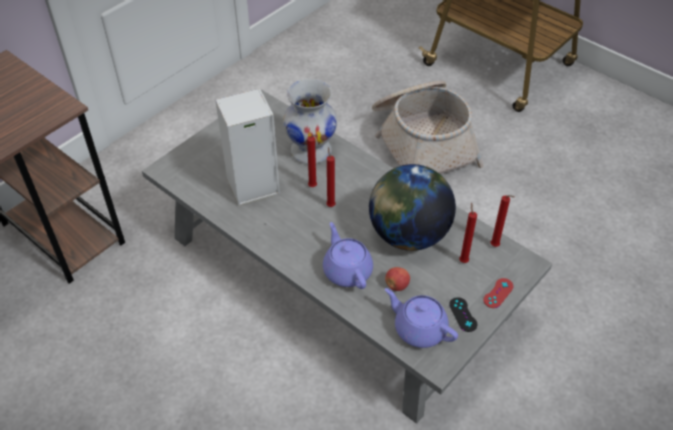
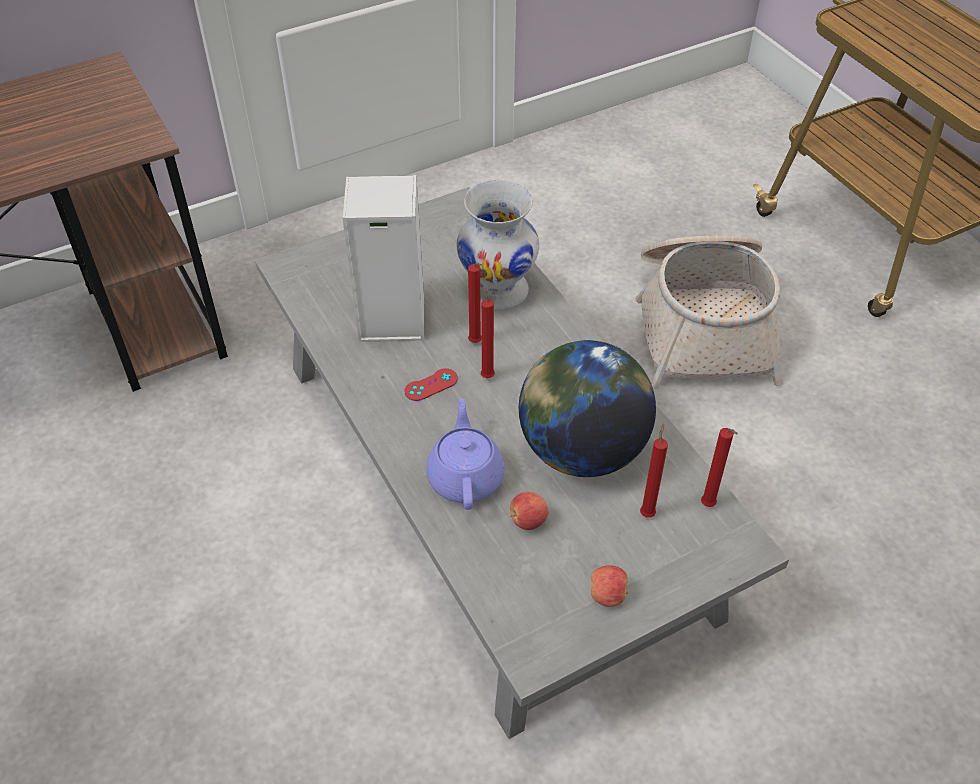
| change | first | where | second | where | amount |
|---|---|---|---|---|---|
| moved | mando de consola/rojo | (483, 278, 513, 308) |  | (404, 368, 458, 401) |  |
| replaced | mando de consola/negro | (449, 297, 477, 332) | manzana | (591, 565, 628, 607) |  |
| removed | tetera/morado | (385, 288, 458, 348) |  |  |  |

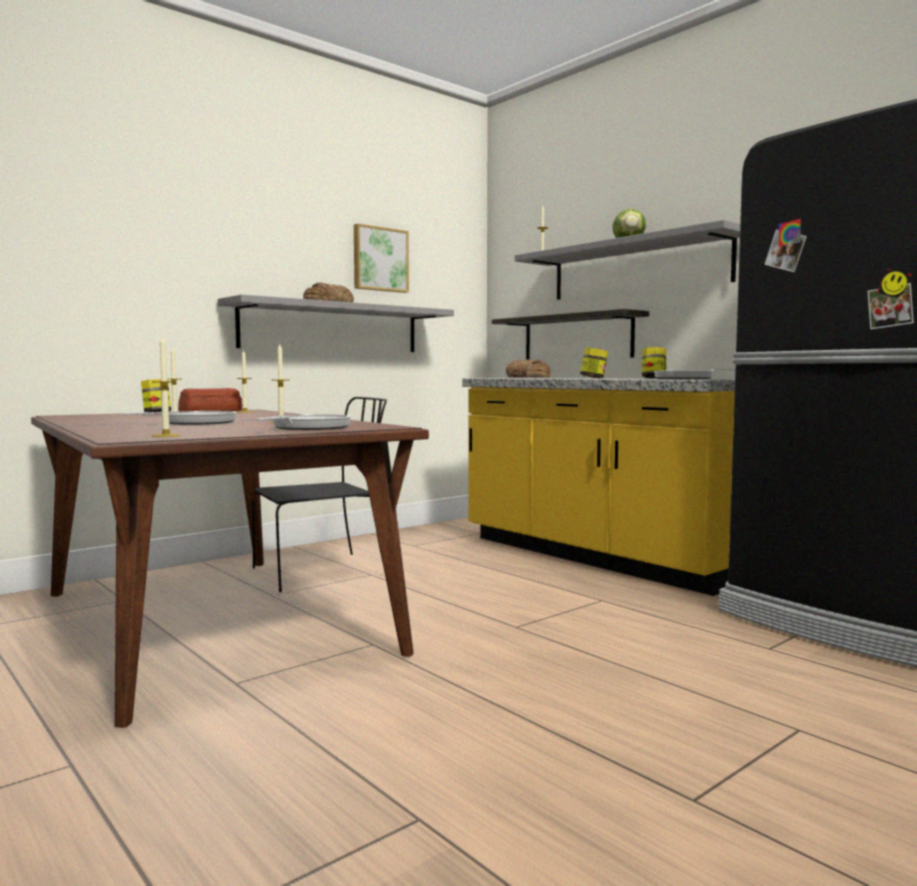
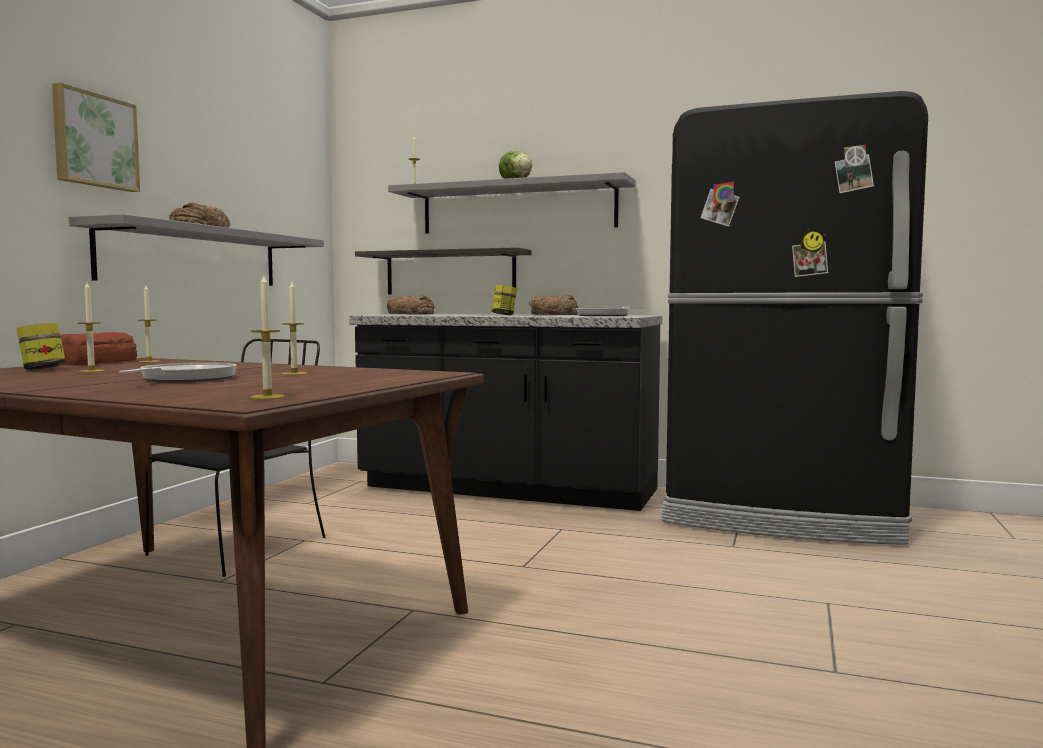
| change | first | where | second | where | amount |
|---|---|---|---|---|---|
| moved | cuadro | (354, 224, 409, 293) |  | (52, 83, 140, 192) |  |
| recoloured | mueble bajo de cocina/amarillo | (462, 378, 735, 596) | mueble bajo de cocina/negro | (349, 314, 662, 511) |  |
| replaced | tarro | (642, 347, 666, 378) | pan | (529, 295, 578, 315) |  |
| removed | sartén | (256, 414, 351, 430) |  |  |  |

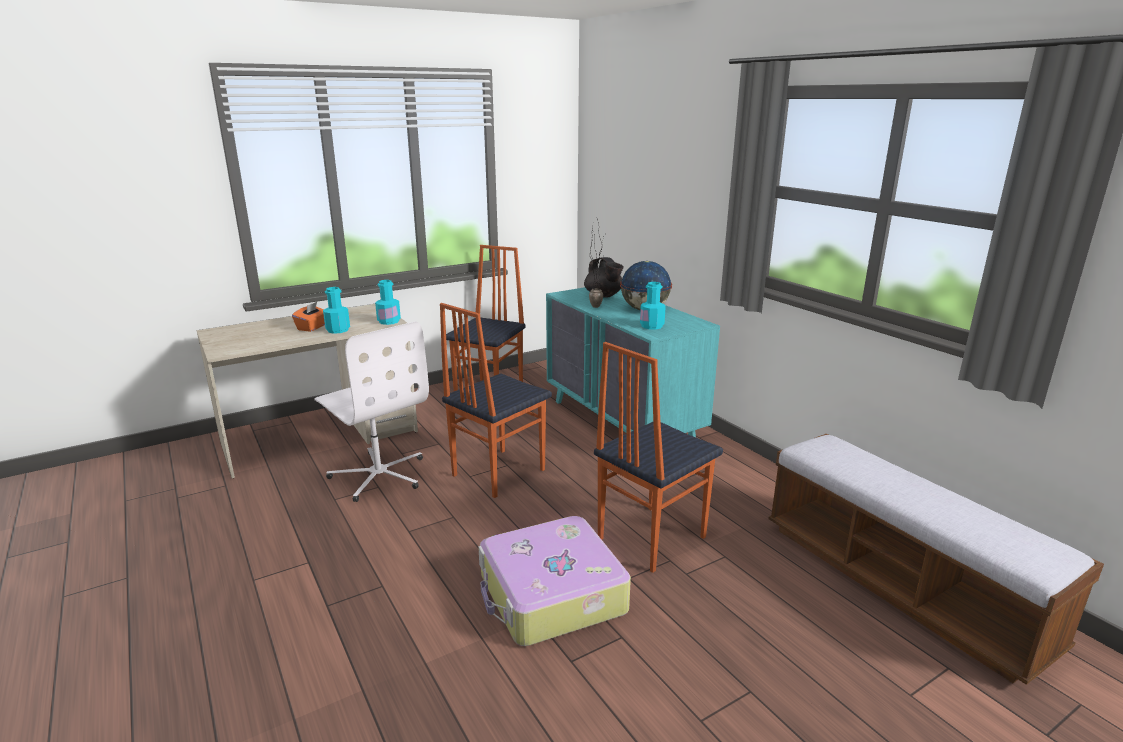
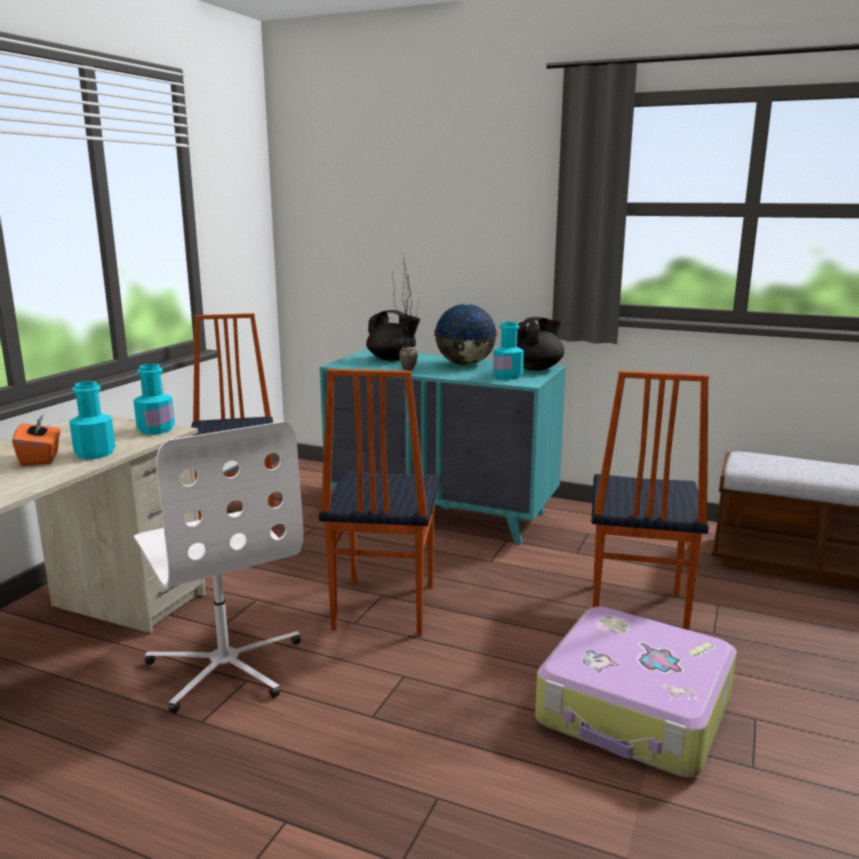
| change | first | where | second | where | amount |
|---|---|---|---|---|---|
| turned | silla de oficina/blanco | (314, 321, 429, 502) |  | (134, 421, 303, 713) | 45 degrees clockwise |
| added |  |  | tetera/negro | (517, 317, 564, 371) |  |

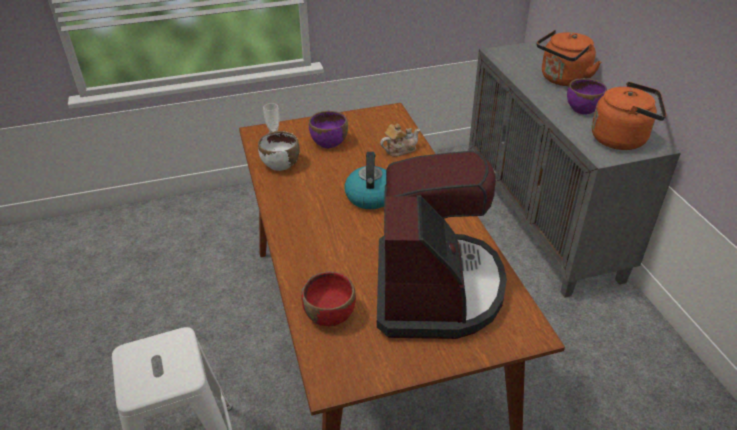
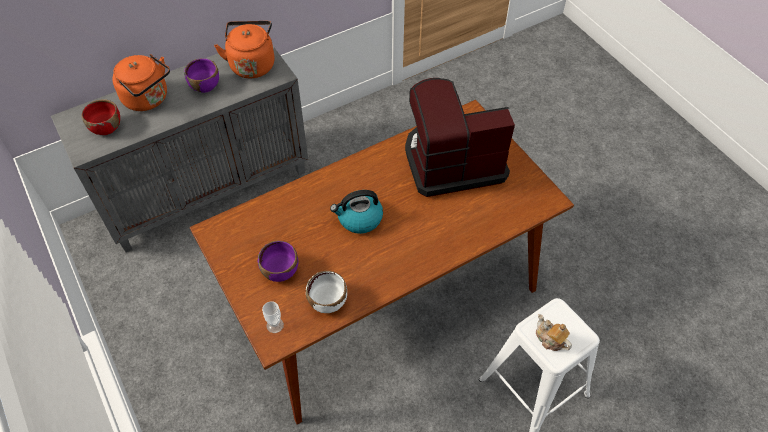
| change | first | where | second | where | amount |
|---|---|---|---|---|---|
| moved | cuenco/rojo | (301, 272, 356, 326) |  | (81, 99, 120, 135) |  |
| moved | tetera | (380, 124, 420, 157) |  | (536, 314, 572, 351) |  |

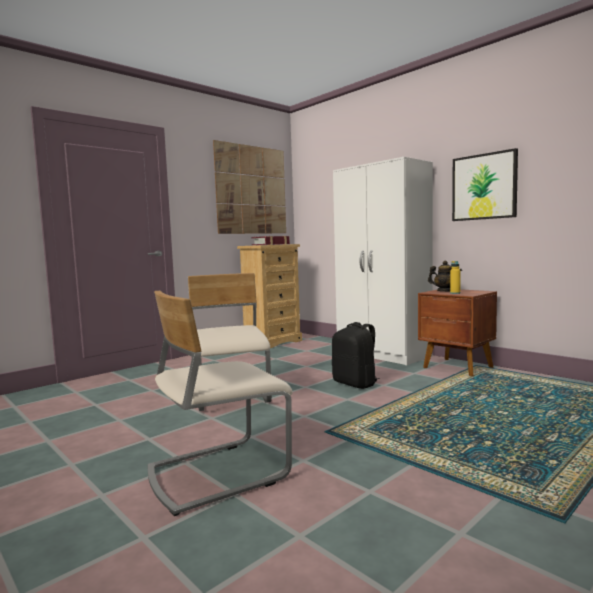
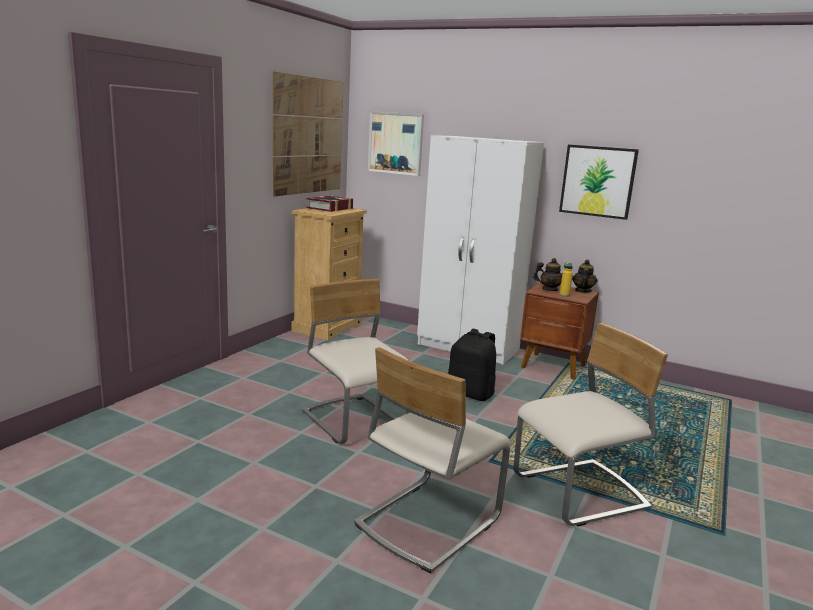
| change | first | where | second | where | amount |
|---|---|---|---|---|---|
| added |  |  | cuadro | (368, 111, 424, 176) |  |
| added |  |  | silla/beis | (513, 323, 668, 526) |  |
| added |  |  | tetera | (572, 259, 597, 293) |  |

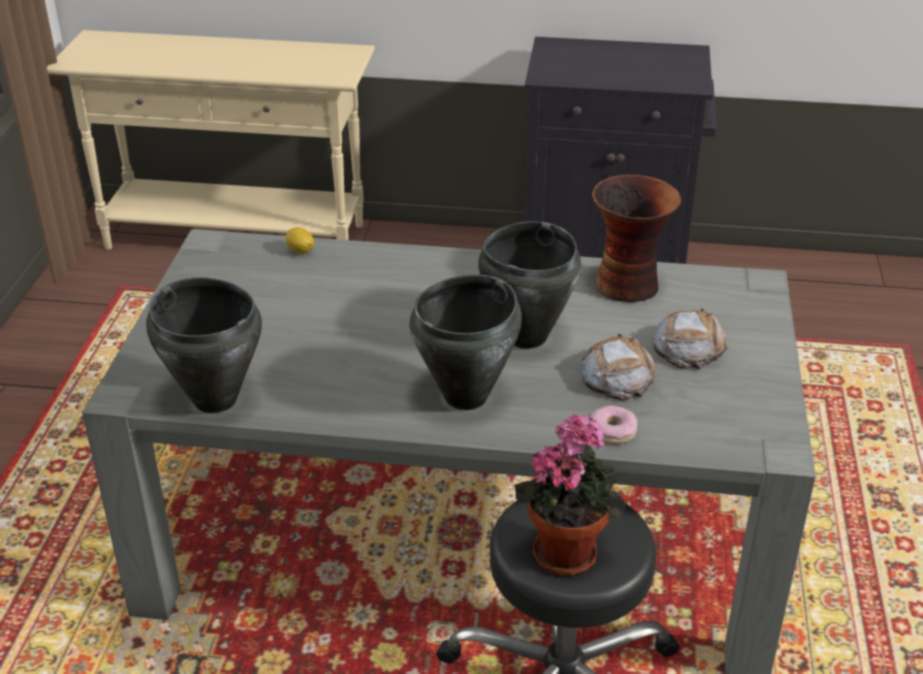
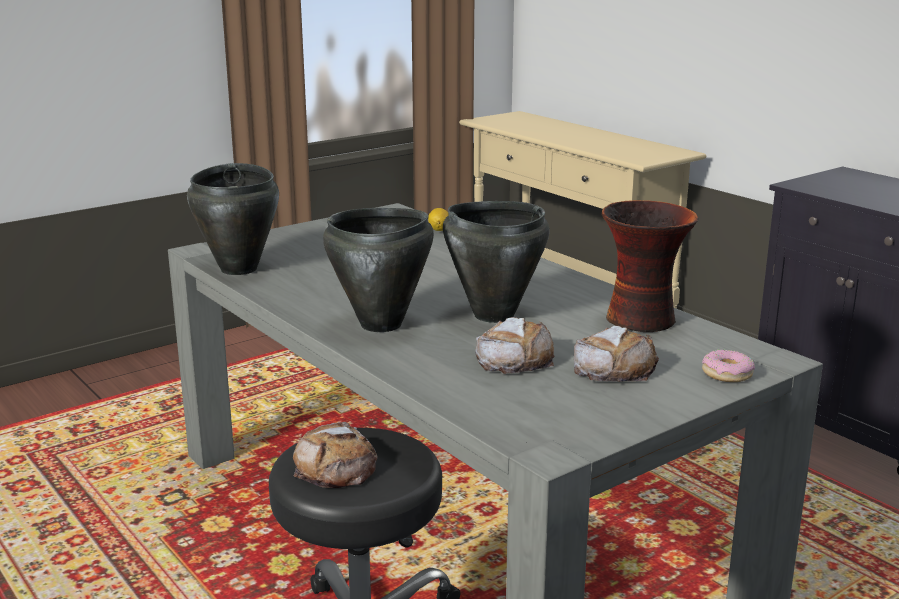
| change | first | where | second | where | amount |
|---|---|---|---|---|---|
| replaced | planta en maceta | (515, 413, 625, 576) | pan | (293, 422, 378, 488) |  |
| moved | rosquilla | (590, 406, 637, 444) |  | (702, 350, 755, 382) |  |

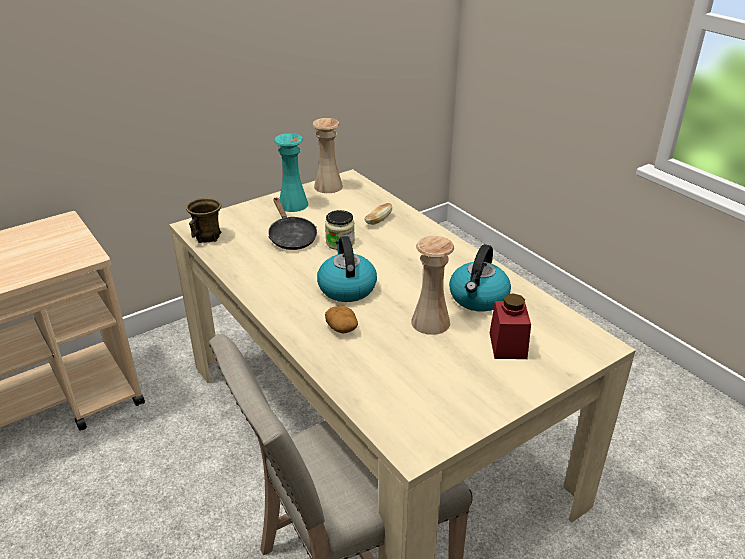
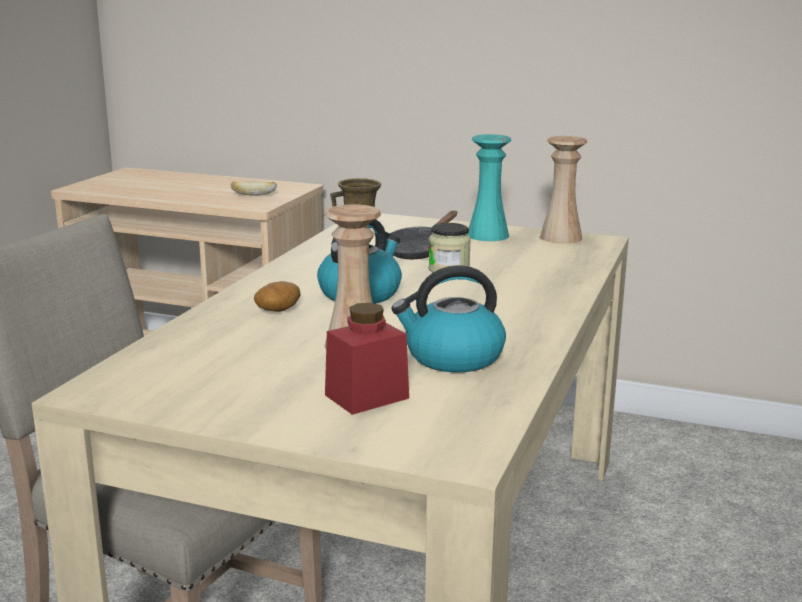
| change | first | where | second | where | amount |
|---|---|---|---|---|---|
| moved | pan | (365, 203, 392, 225) |  | (230, 181, 277, 196) |  |

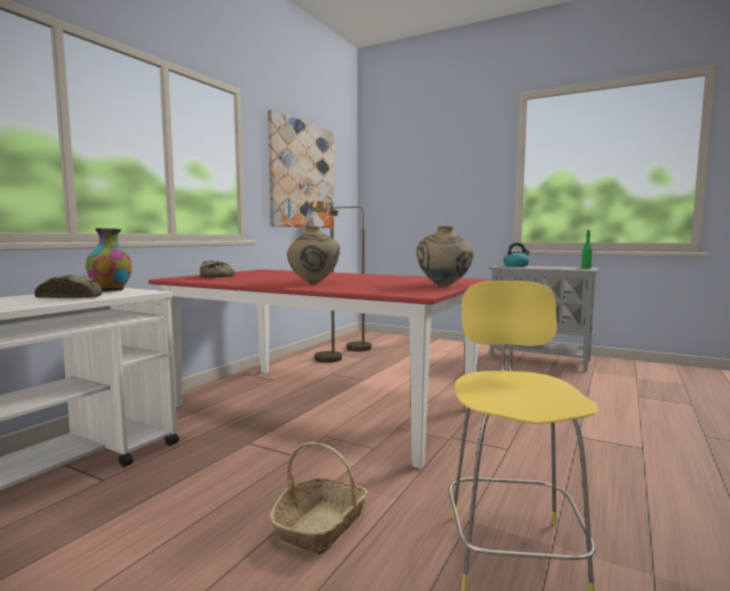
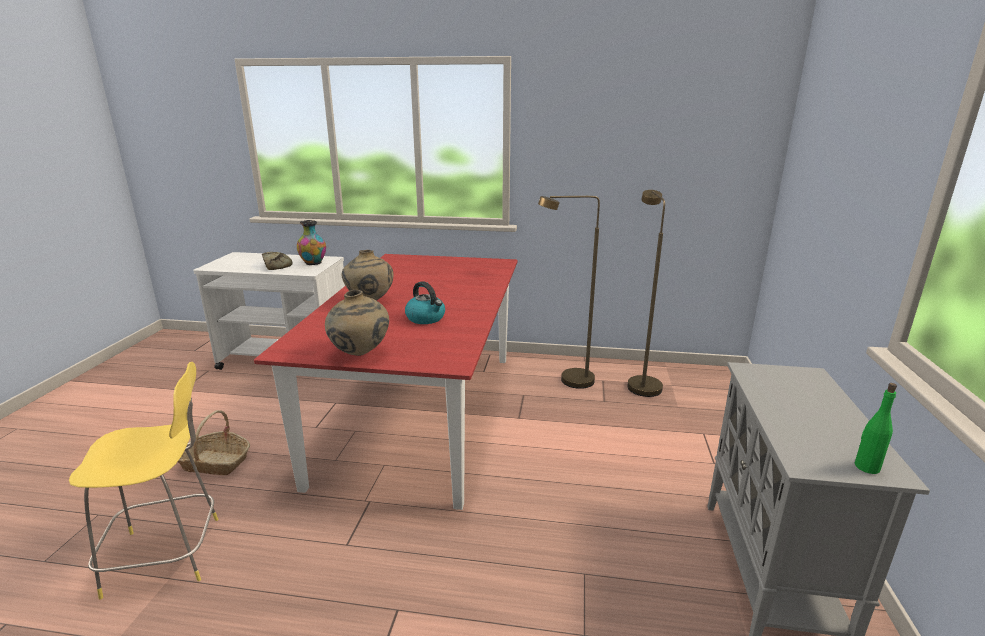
| change | first | where | second | where | amount |
|---|---|---|---|---|---|
| moved | hervidor | (503, 243, 530, 267) |  | (405, 281, 445, 324) |  |
| removed | pan | (199, 261, 235, 277) |  |  |  |
| removed | cuadro | (268, 109, 334, 228) |  |  |  |

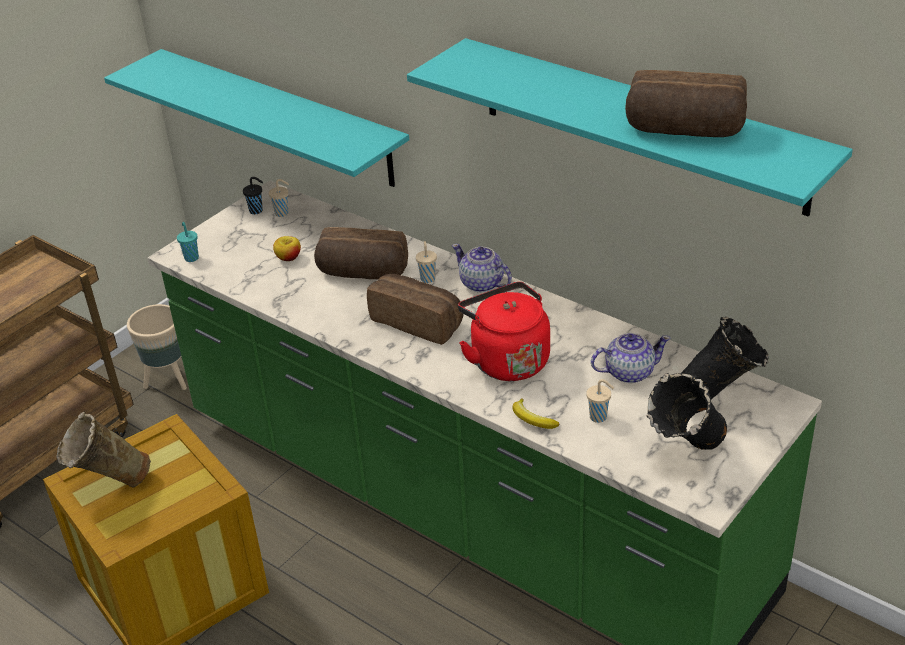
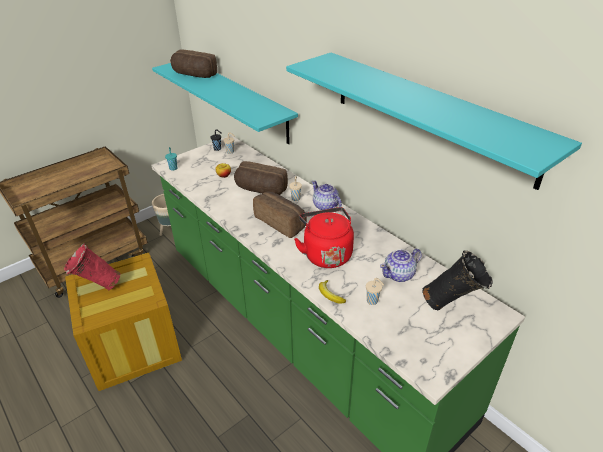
| change | first | where | second | where | amount |
|---|---|---|---|---|---|
| recoloured | florero/beis | (57, 412, 151, 488) | florero/rojo | (64, 243, 120, 290) |  |
| moved | pan | (625, 70, 747, 137) |  | (170, 49, 217, 78) |  |
| turned | tetera | (591, 333, 671, 383) |  | (380, 249, 421, 282) | 150 degrees clockwise |
| removed | florero/negro | (647, 373, 727, 450) |  |  |  |

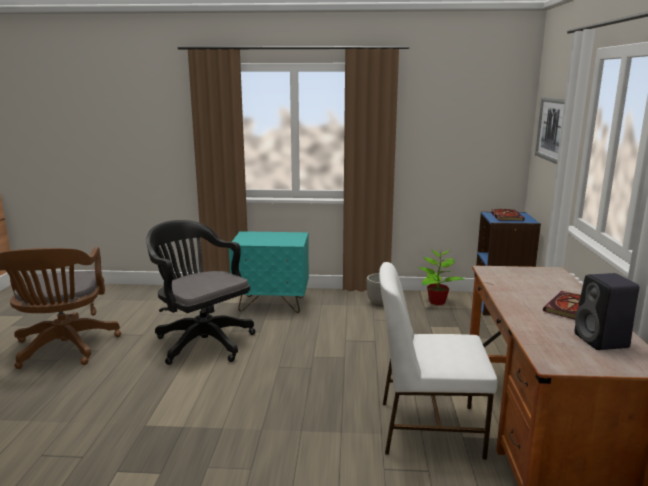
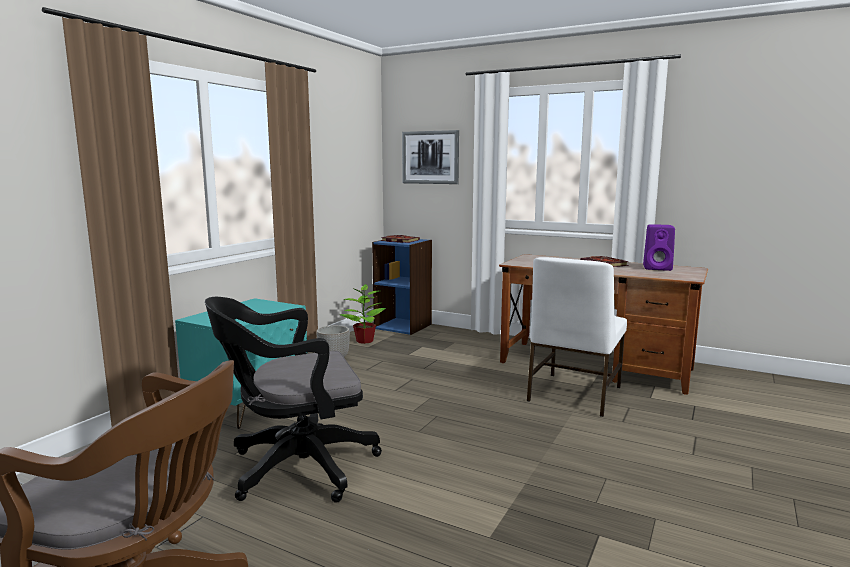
| change | first | where | second | where | amount |
|---|---|---|---|---|---|
| recoloured | altavoz/negro | (574, 273, 639, 350) | altavoz/morado | (643, 224, 675, 271) |  |

